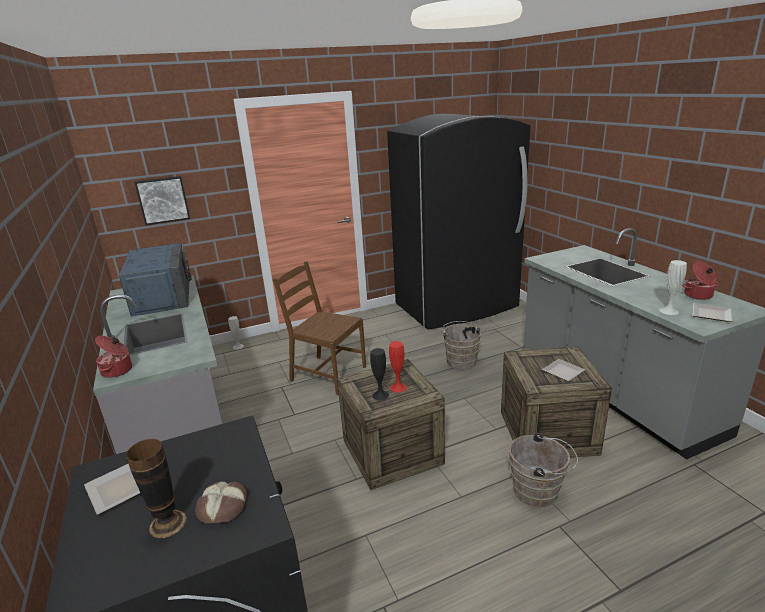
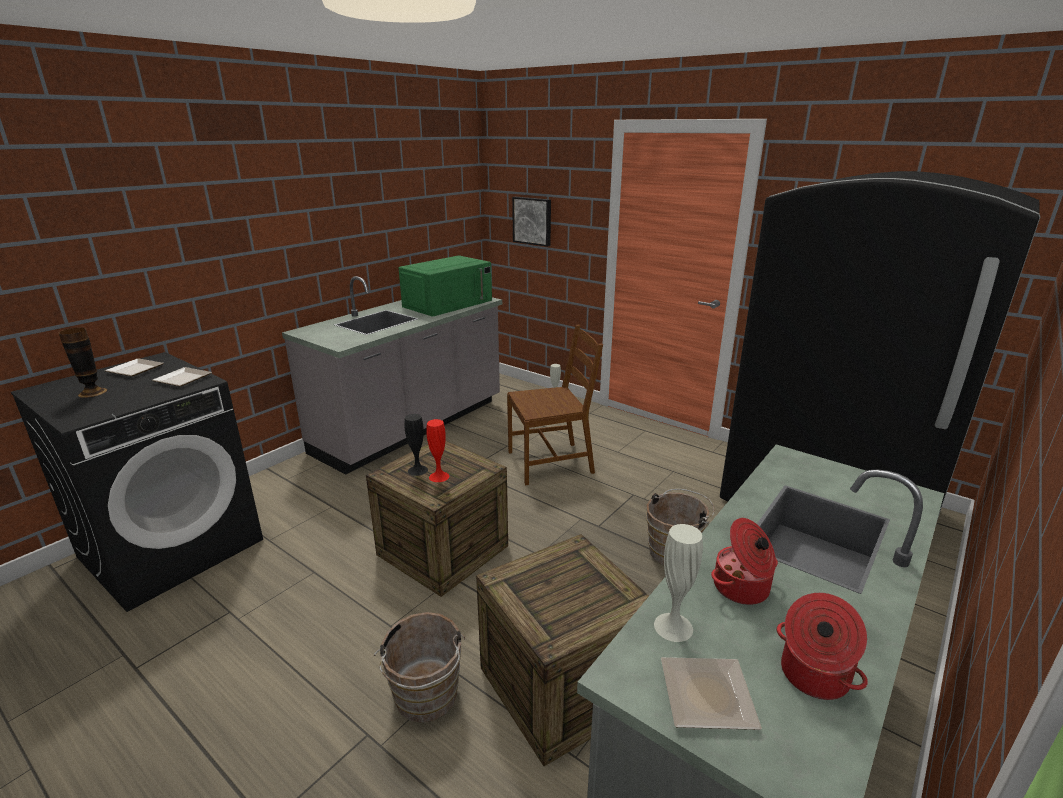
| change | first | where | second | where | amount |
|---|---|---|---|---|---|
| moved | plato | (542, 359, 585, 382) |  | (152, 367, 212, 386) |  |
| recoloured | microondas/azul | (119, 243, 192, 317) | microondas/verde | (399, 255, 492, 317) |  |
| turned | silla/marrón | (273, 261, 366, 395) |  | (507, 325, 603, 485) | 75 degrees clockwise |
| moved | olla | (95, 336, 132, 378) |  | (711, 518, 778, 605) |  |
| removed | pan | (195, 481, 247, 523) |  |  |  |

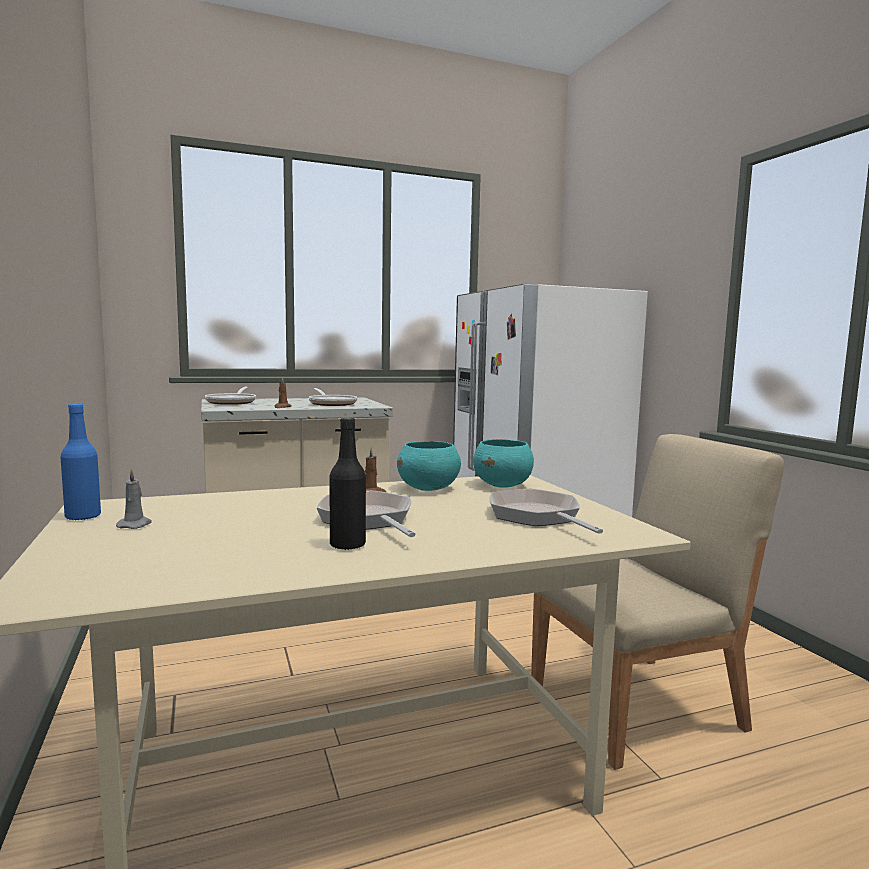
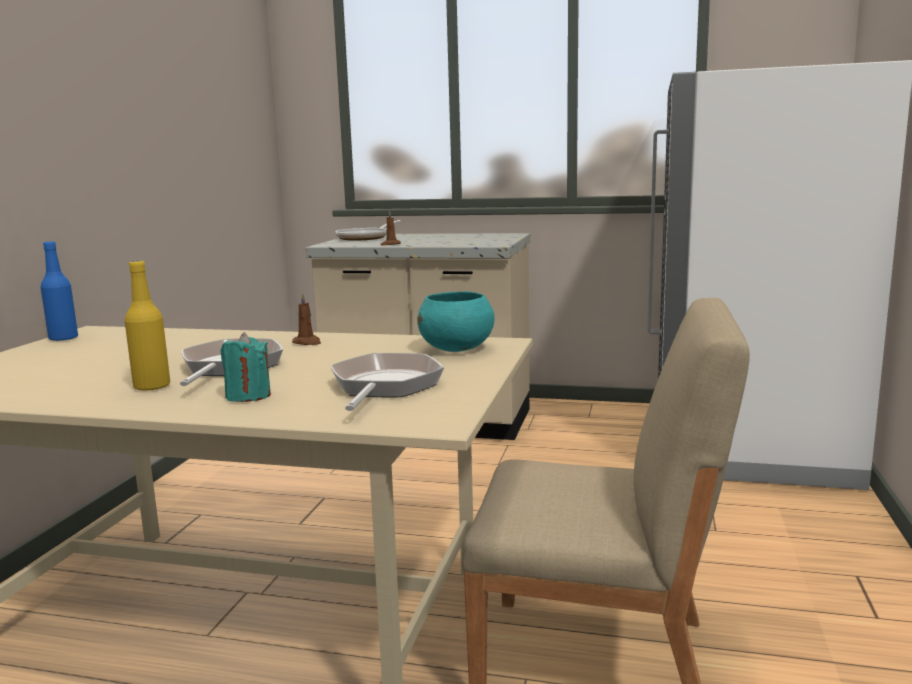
| change | first | where | second | where | amount |
|---|---|---|---|---|---|
| recoloured | botella/negro | (329, 417, 366, 550) | botella/amarillo | (124, 261, 170, 391) |  |
| added |  |  | vela/turquesa | (220, 332, 271, 402) |  |
| removed | vela/gris | (116, 468, 152, 529) |  |  |  |
| removed | sartén | (309, 388, 357, 406) |  |  |  |
| removed | cuenco/turquesa | (397, 441, 461, 491) |  |  |  |

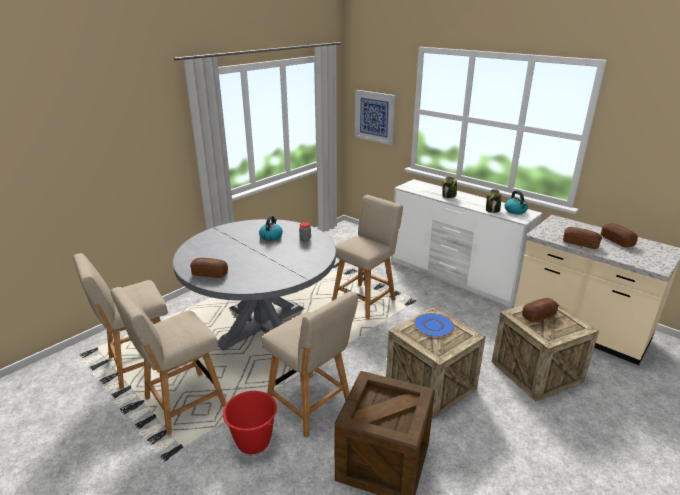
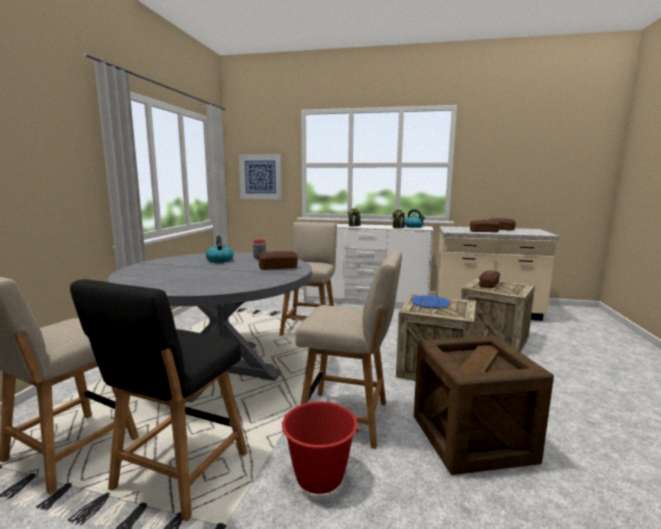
| change | first | where | second | where | amount |
|---|---|---|---|---|---|
| recoloured | silla/beis | (110, 287, 227, 436) | silla/negro | (70, 279, 248, 521) |  |
| moved | pan | (190, 258, 228, 278) |  | (258, 251, 298, 270) |  |

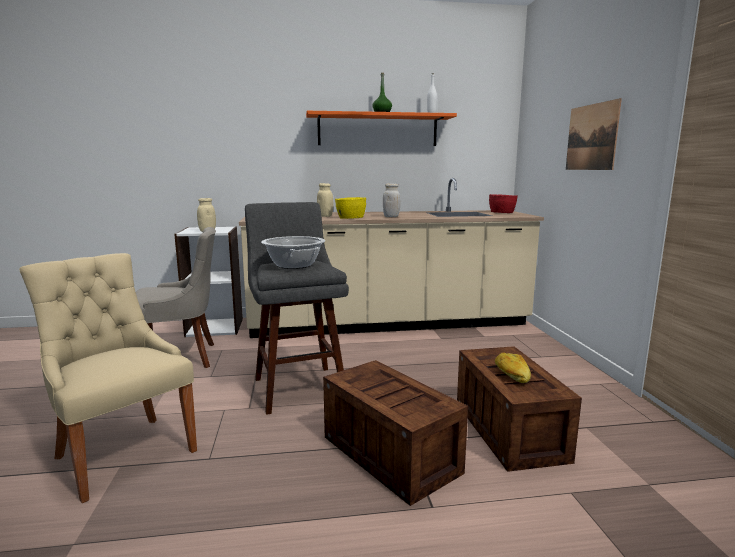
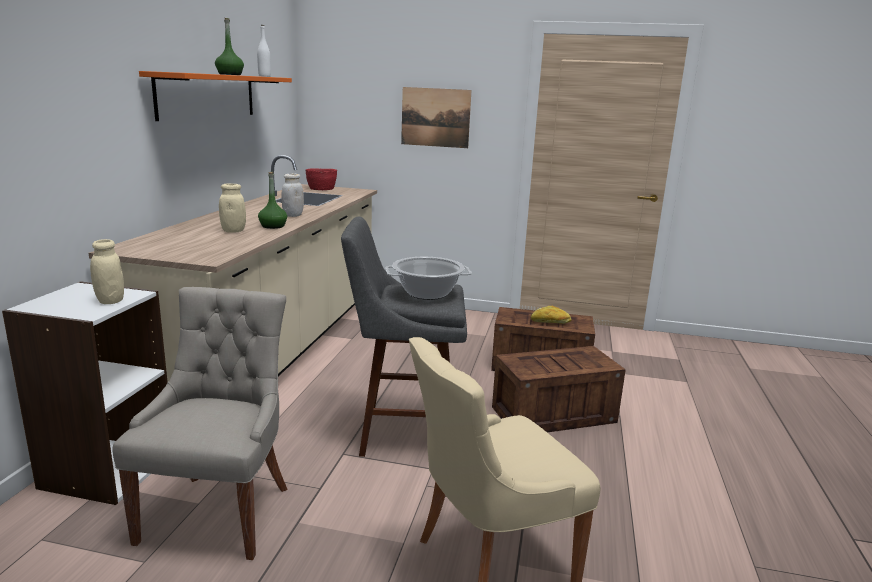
| change | first | where | second | where | amount |
|---|---|---|---|---|---|
| replaced | cuenco/amarillo | (335, 197, 366, 219) | botella/verde | (258, 172, 287, 229) |  |

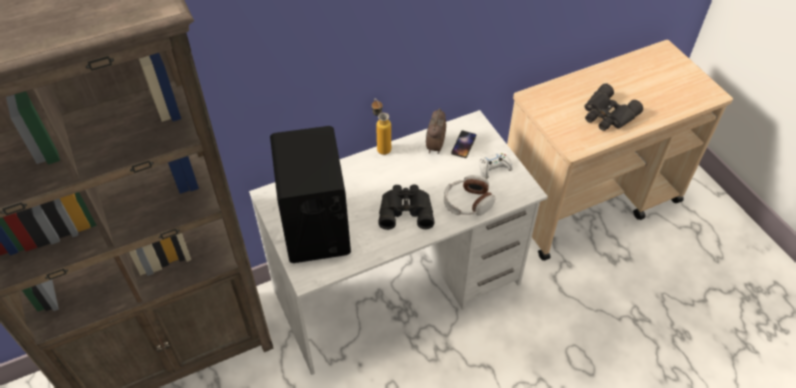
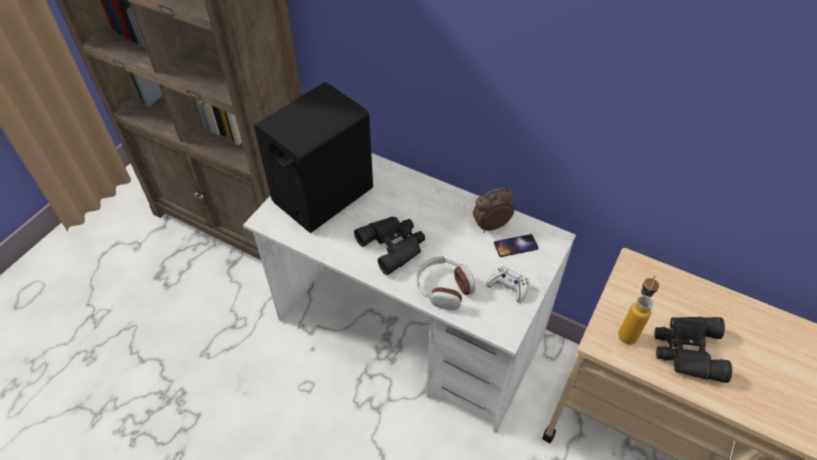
| change | first | where | second | where | amount |
|---|---|---|---|---|---|
| moved | botella | (372, 99, 391, 155) |  | (618, 276, 659, 344) |  |

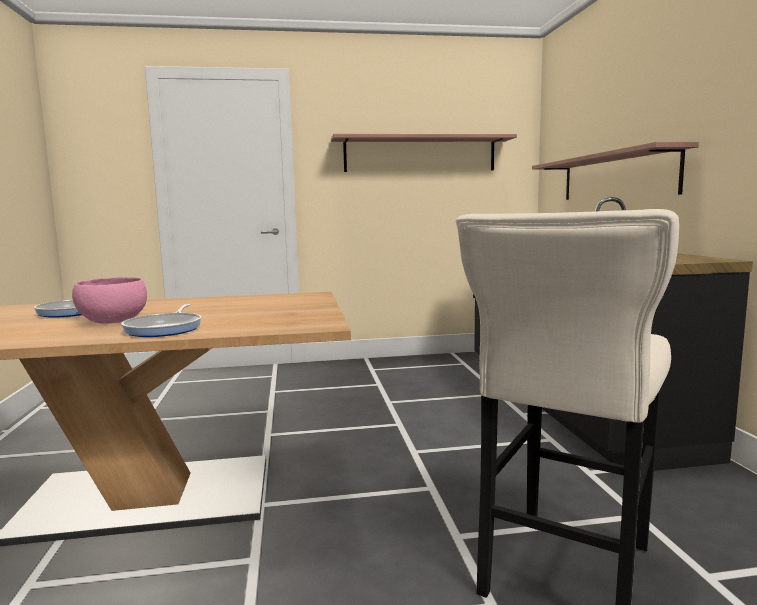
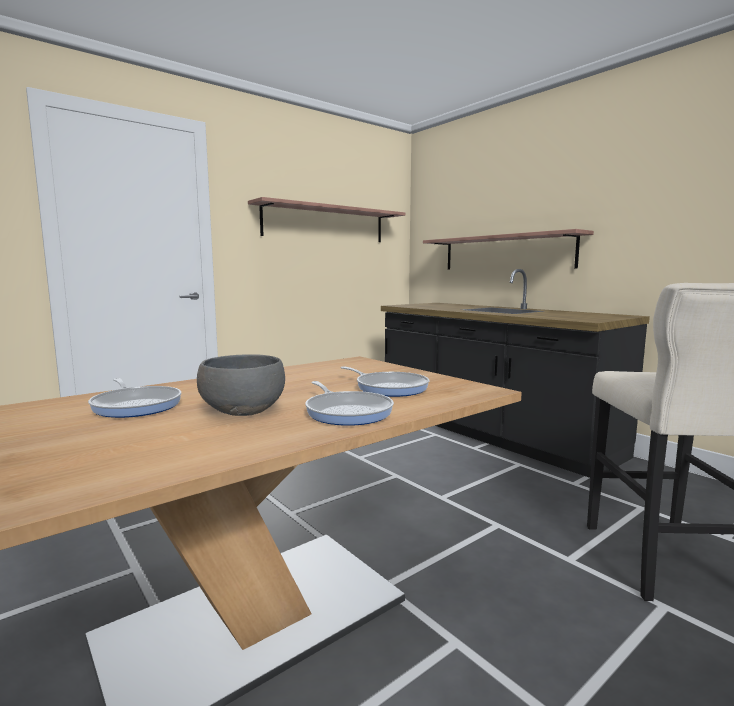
| change | first | where | second | where | amount |
|---|---|---|---|---|---|
| recoloured | cuenco/rosa | (72, 277, 147, 324) | cuenco/gris | (197, 354, 285, 416) |  |
| added |  |  | sartén | (340, 366, 429, 397) |  |

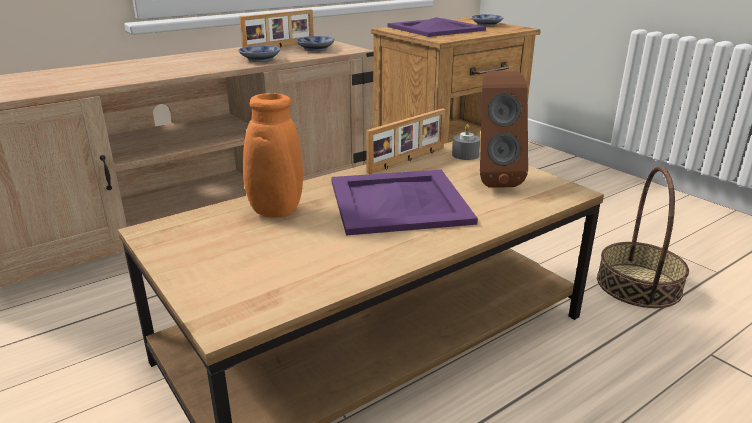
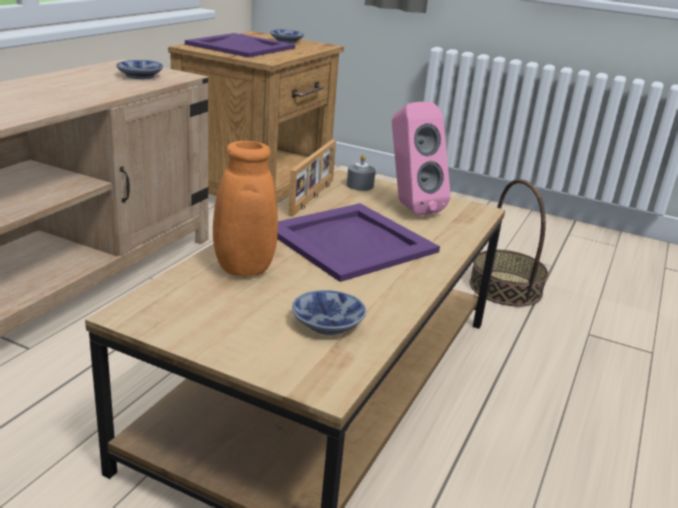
| change | first | where | second | where | amount |
|---|---|---|---|---|---|
| moved | cuenco | (238, 46, 281, 62) |  | (292, 290, 366, 335) |  |
| recoloured | altavoz/marrón | (480, 70, 528, 187) | altavoz/rosa | (392, 102, 451, 216) |  |
| removed | portarretratos | (239, 9, 314, 48) |  |  |  |

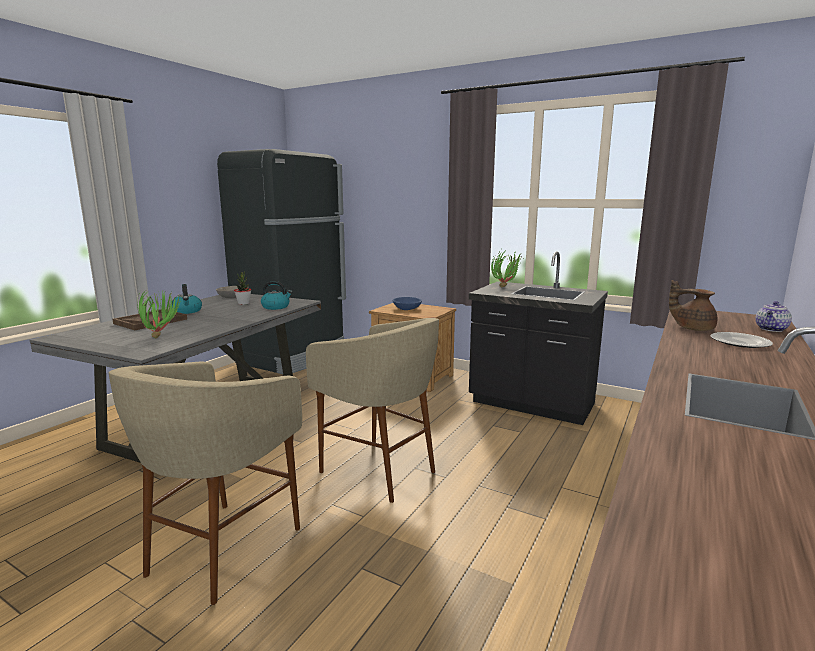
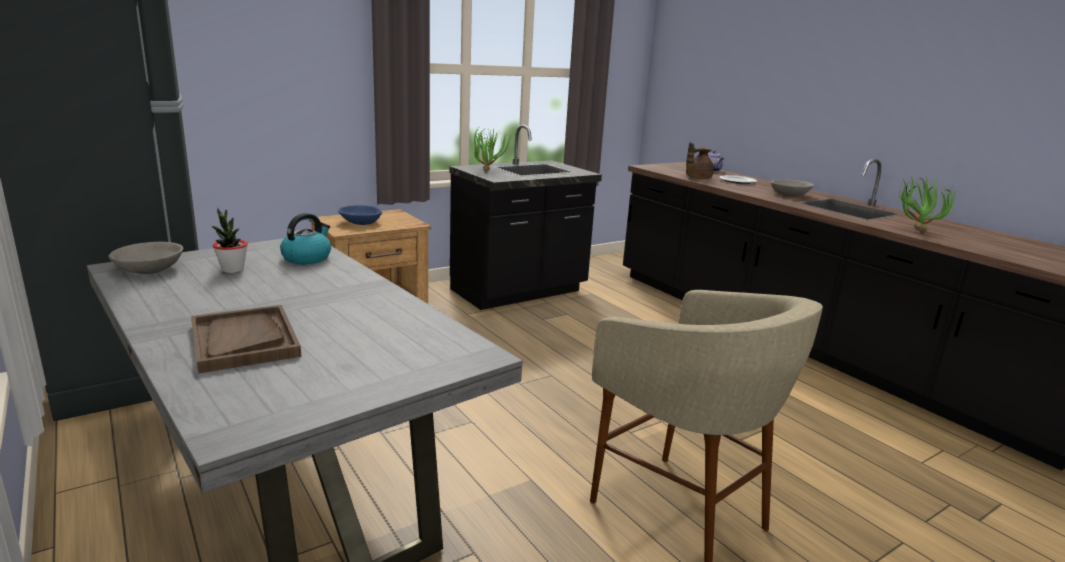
| change | first | where | second | where | amount |
|---|---|---|---|---|---|
| added |  |  | cuenco/gris | (771, 179, 814, 197) |  |
| moved | planta en maceta | (137, 290, 181, 339) |  | (899, 176, 955, 232) |  |
| removed | hervidor | (172, 284, 202, 314) |  |  |  |
| removed | taburete/beis | (306, 318, 439, 503) |  |  |  |

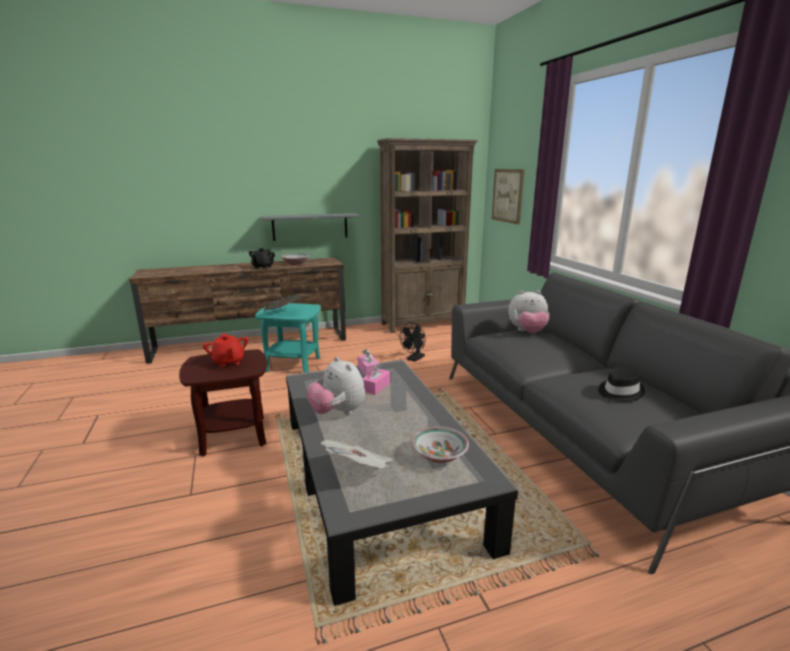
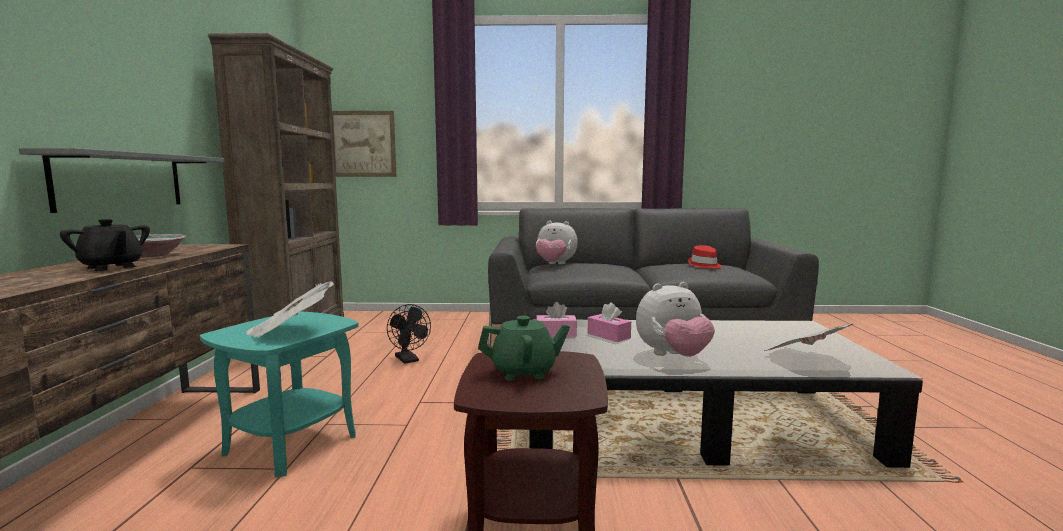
| change | first | where | second | where | amount |
|---|---|---|---|---|---|
| recoloured | tetera/rojo | (203, 333, 248, 367) | tetera/verde | (478, 316, 570, 381) |  |
| turned | peluche | (508, 291, 549, 333) |  | (536, 220, 578, 264) | 90 degrees clockwise |
| recoloured | sombrero/negro | (598, 366, 645, 402) | sombrero/rojo | (687, 245, 722, 268) |  |
| removed | cuenco | (411, 426, 469, 463) |  |  |  |

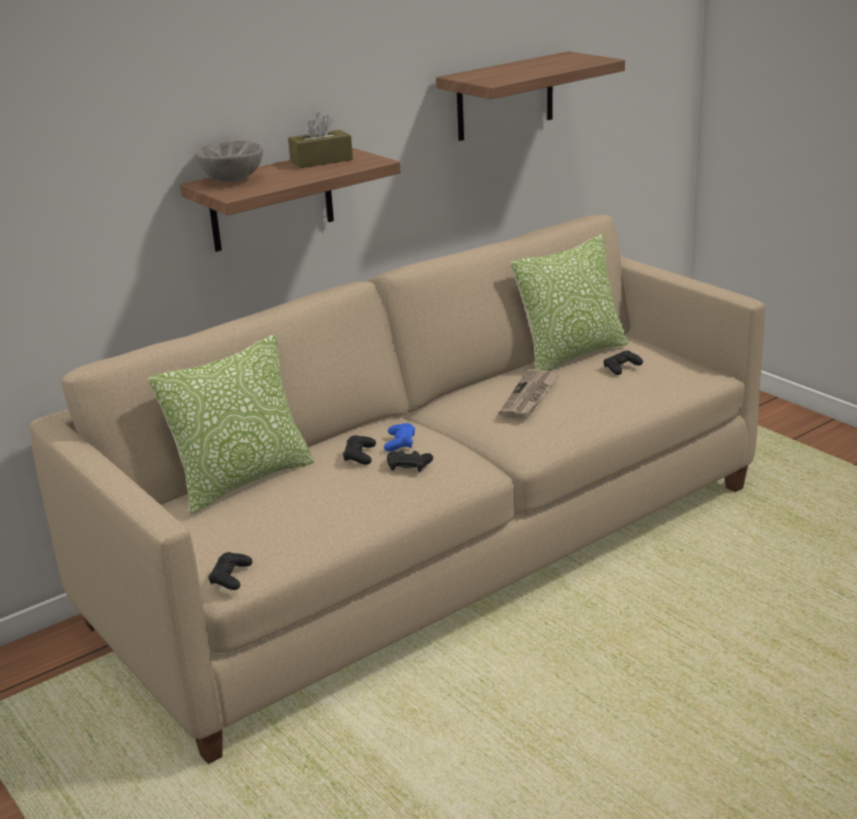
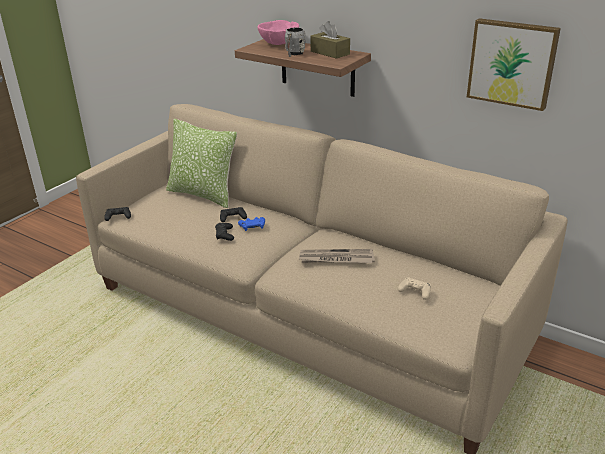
| change | first | where | second | where | amount |
|---|---|---|---|---|---|
| recoloured | cuenco/gris | (195, 140, 263, 182) | cuenco/rosa | (257, 20, 299, 45) |  |
| added |  |  | taza grande/gris | (285, 28, 306, 57) |  |
| recoloured | mando de consola/negro | (604, 351, 643, 375) | mando de consola/beis | (398, 277, 431, 300) |  |
| replaced | estante | (436, 51, 625, 141) | cuadro | (467, 18, 561, 111) |  |
| removed | cojín | (510, 234, 628, 371) |  |  |  |

